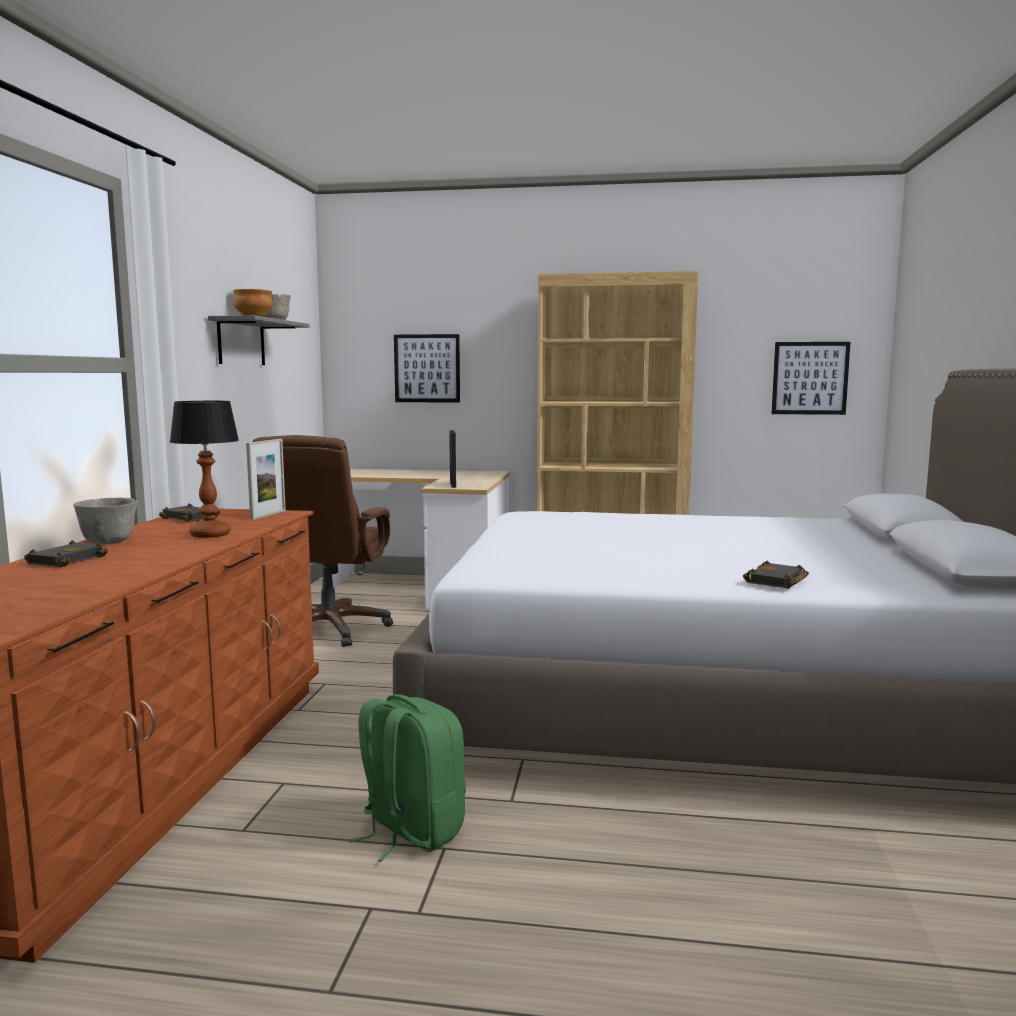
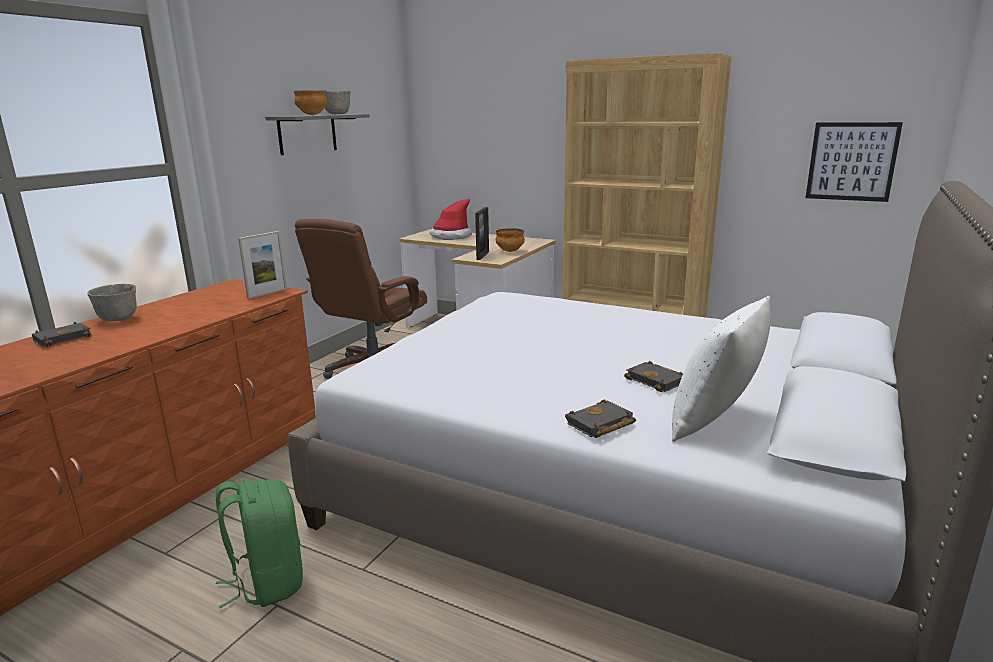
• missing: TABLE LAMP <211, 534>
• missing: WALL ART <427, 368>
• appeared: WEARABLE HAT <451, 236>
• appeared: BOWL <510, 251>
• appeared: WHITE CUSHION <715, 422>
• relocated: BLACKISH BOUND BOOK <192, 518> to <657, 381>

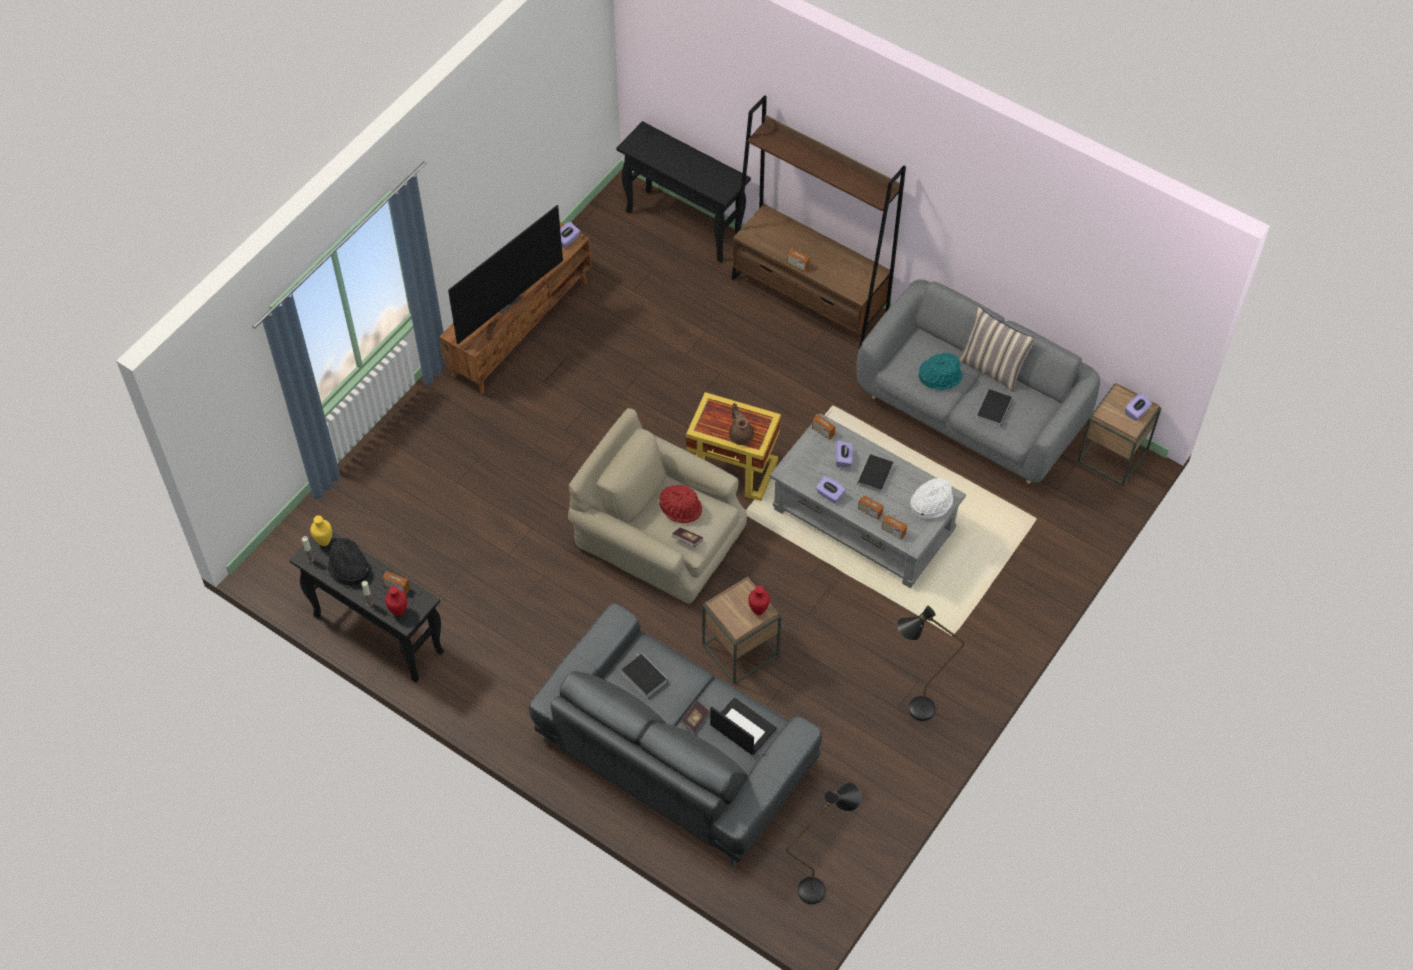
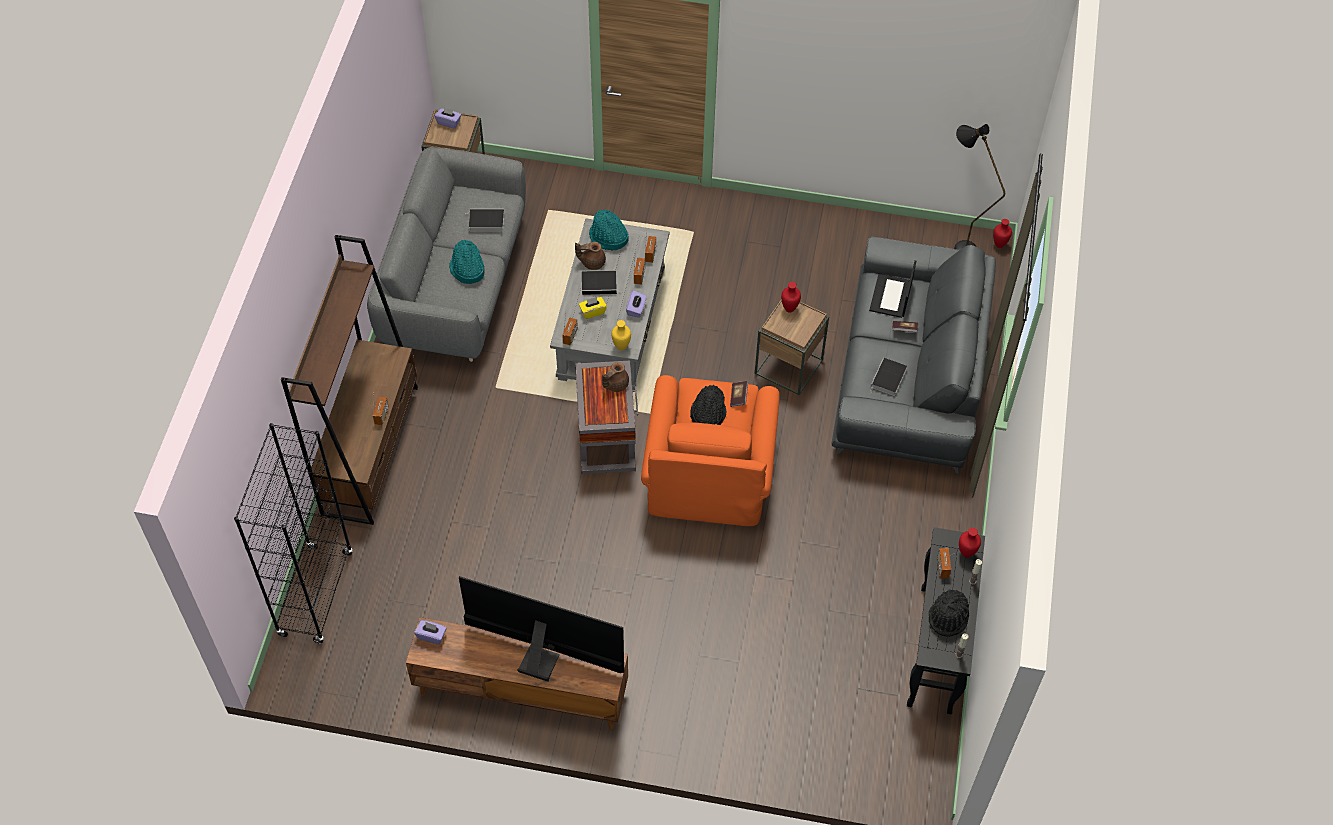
• missing: BLACKISH STANDARD LAMP <912, 712>
• missing: CUSHION <992, 368>
• appeared: BROWN POT FOR TEA <592, 262>
• appeared: RED-COLOURED FLOWER VASE <1000, 245>
• relocated: YELLOW FLOWER VASE <324, 542> to <622, 347>
• exchanged: BLACKISH HALL TABLE <685, 226> to BLACKISH BOOKCASE <316, 594>
• colour: BEIGE LOUNGE CHAIR <659, 538> to ORANGE-COLOURED LOUNGE CHAIR <710, 467>
• colour: RED-COLOURED WEARABLE HAT <681, 508> to BLACKISH WEARABLE HAT <707, 414>
• colour: YELLOW ACCENT TABLE <733, 470> to GREYISH ACCENT TABLE <606, 438>
• colour: PURPLE-COLOURED TISSUE HOLDER <843, 459> to YELLOW TISSUE HOLDER <592, 311>
• colour: WHITE WEARABLE HAT <930, 503> to TURQUOISE-COLOURED WEARABLE HAT <608, 238>

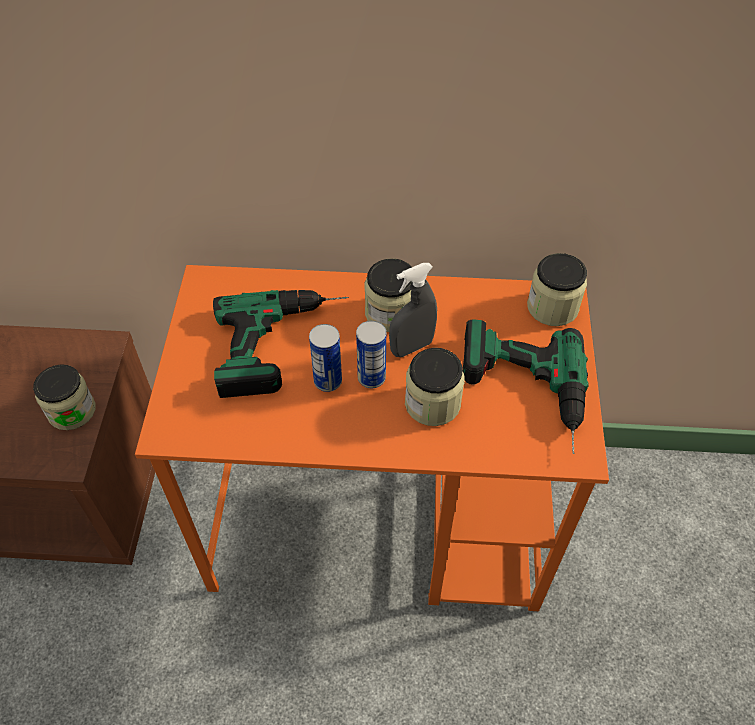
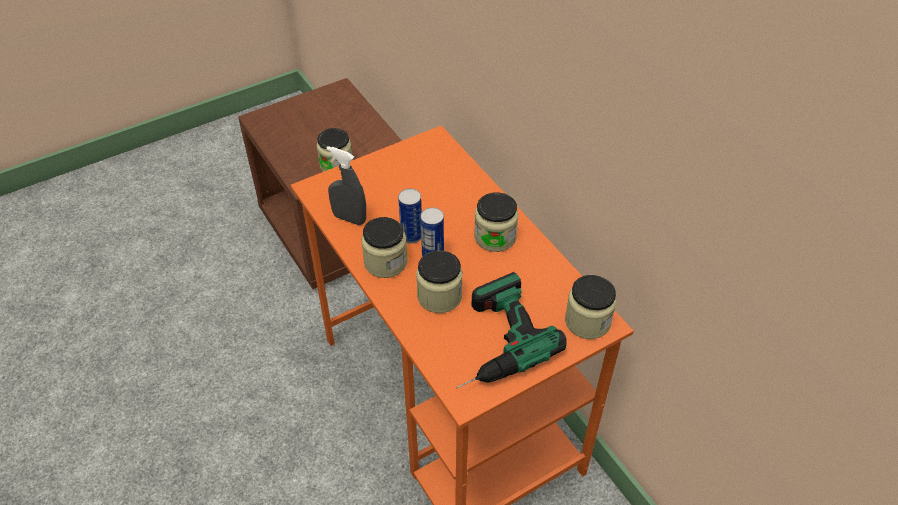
• missing: POWER DRILL <284, 344>
• appeared: PRESERVE JAR <385, 262>
• relocated: GREYISH SPRAYER <411, 347> to <349, 218>

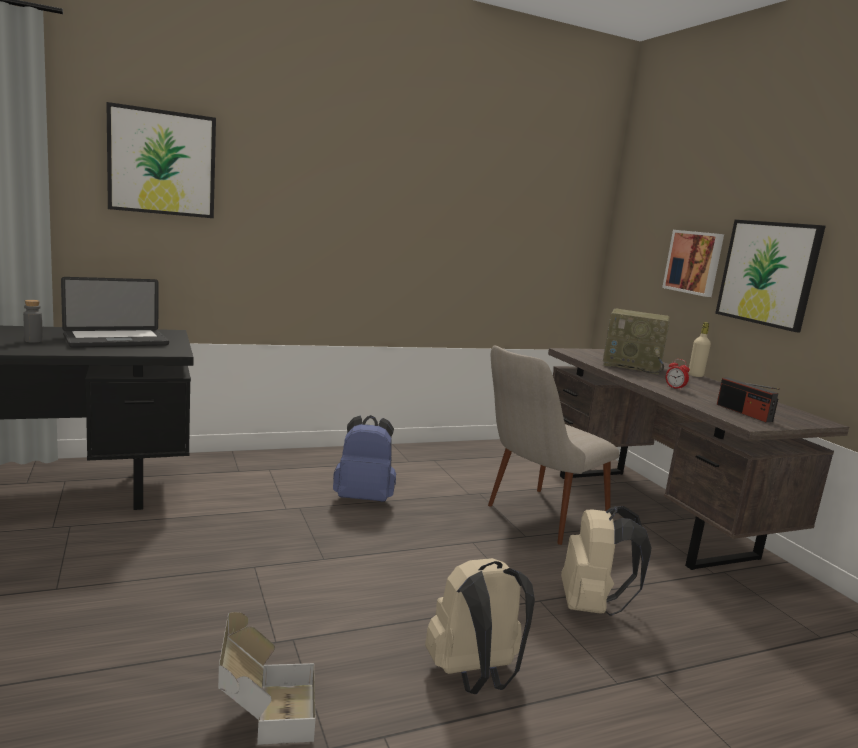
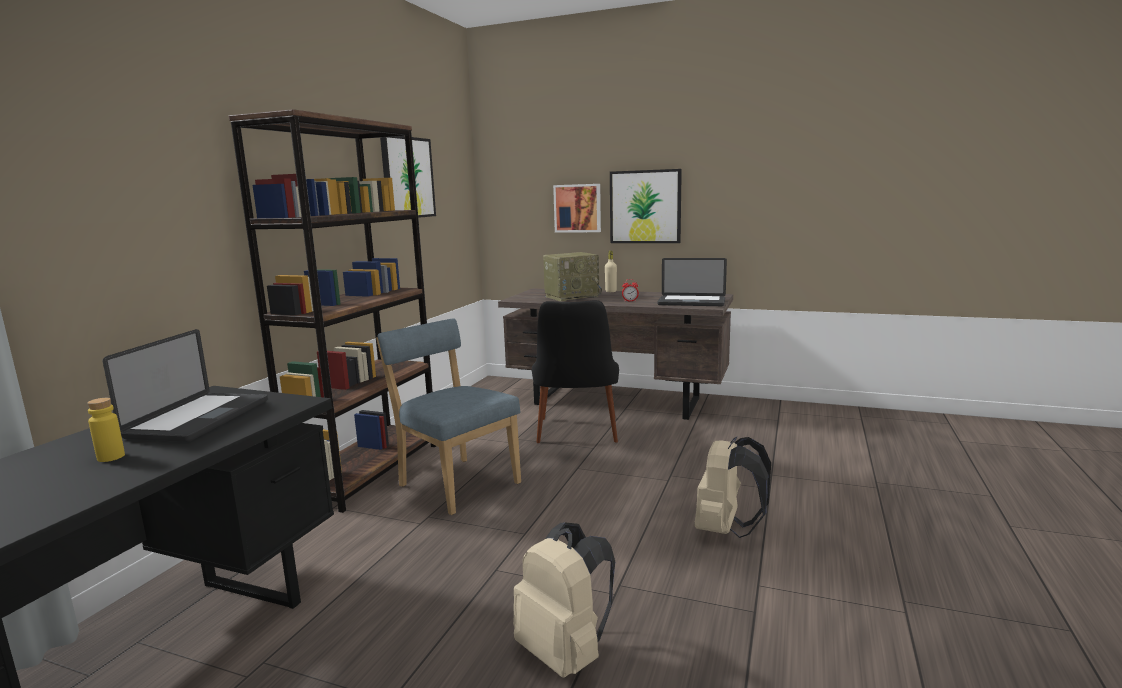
• missing: CARTON <264, 713>
• appeared: BROWN BOOKCASE <368, 471>
• relocated: WALL ART <162, 163> to <407, 178>
• relocated: BEIGE BACKPACK <591, 606> to <565, 653>
• exchanged: BLUISH BACKPACK <364, 498> to BLUISH CHAIR <455, 483>
• exchanged: RADIO <744, 413> to LAPTOP <691, 302>
• colour: GREYISH BEVERAGE BOTTLE <33, 340> to YELLOW BEVERAGE BOTTLE <111, 457>
• colour: BEIGE CHAIR <534, 519> to BLACKISH CHAIR <577, 436>

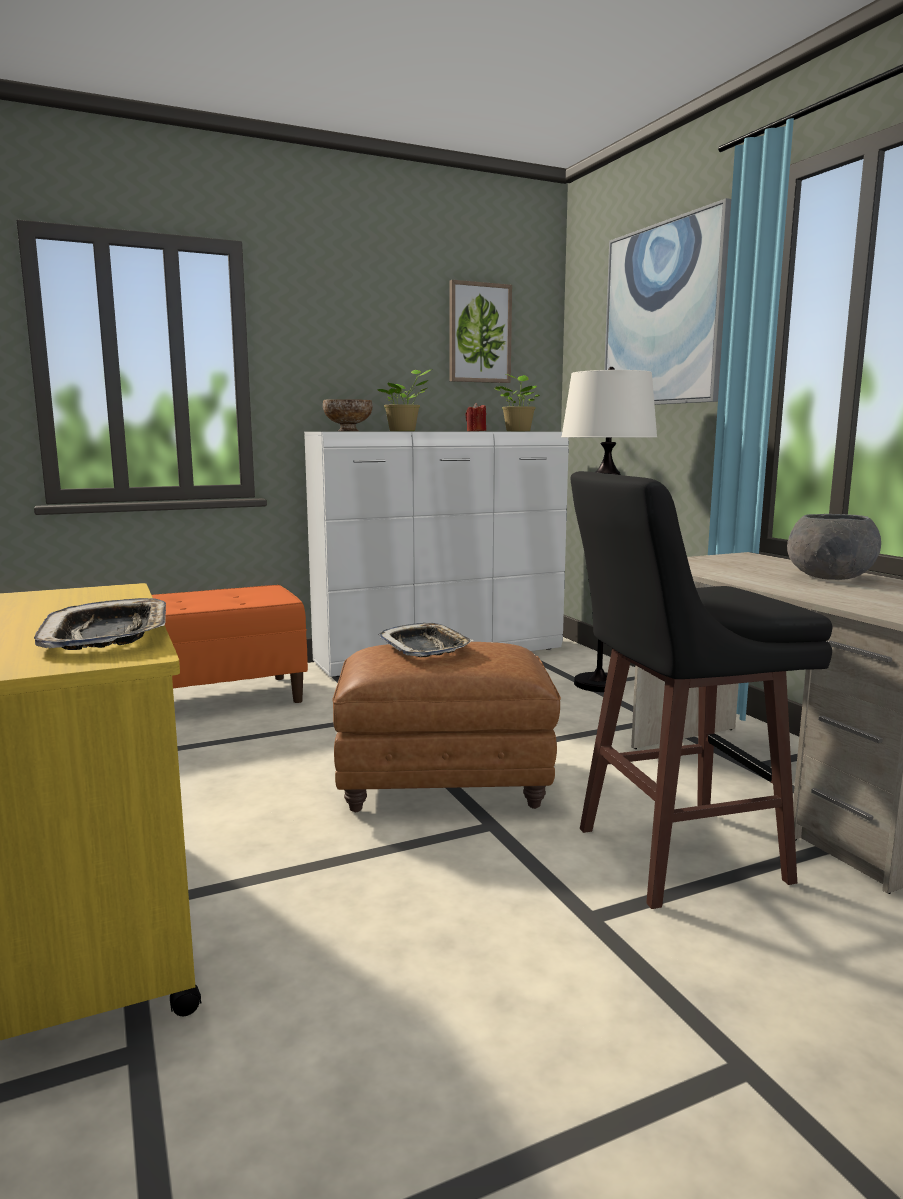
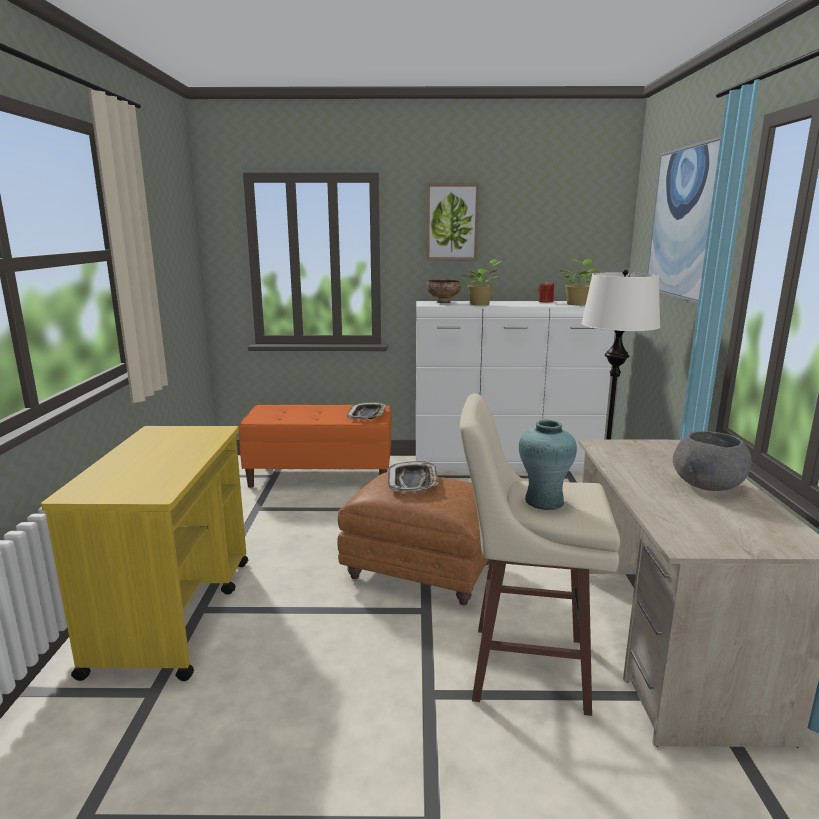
• appeared: TURQUOISE-COLOURED FLOWER VASE <544, 501>
• relocated: SERVING TRAY <108, 635> to <367, 414>
• relocated: WALL ART <479, 333> to <452, 222>
• colour: BLACKISH STOOL SEAT <673, 855> to BEIGE STOOL SEAT <524, 667>

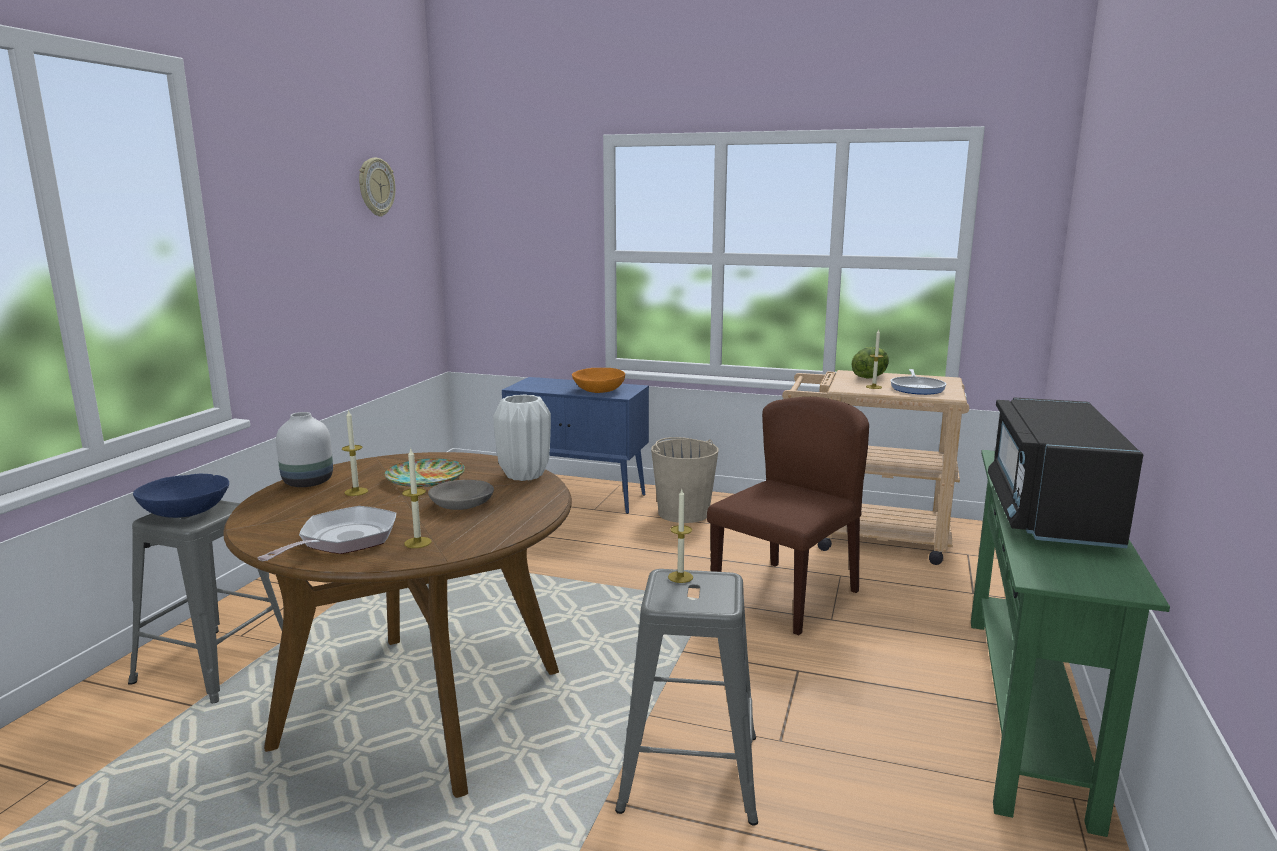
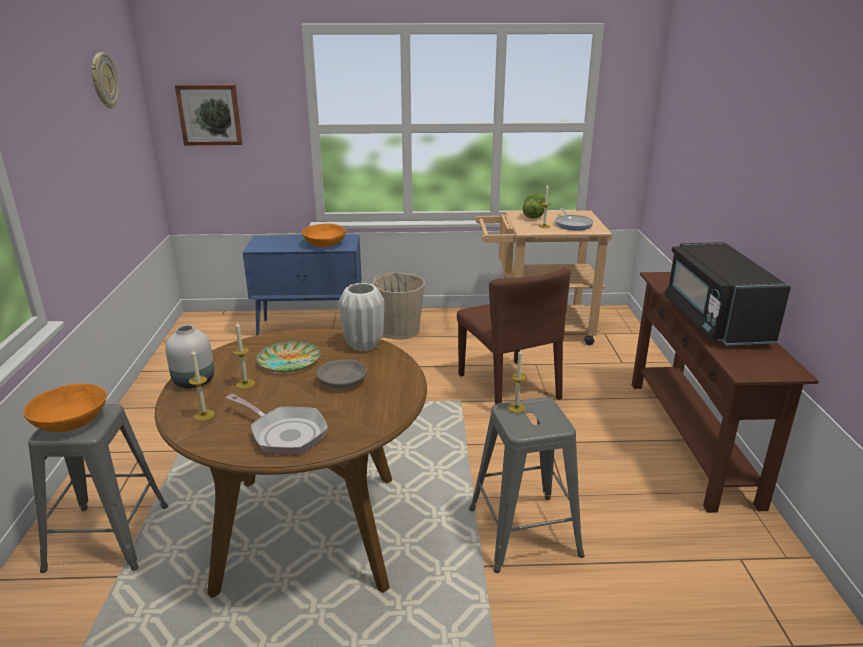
• appeared: WALL ART <210, 115>
• relocated: WAX CANDLE <418, 542> to <204, 415>
• colour: BLUISH BOWL <186, 511> to ORANGE-COLOURED BOWL <71, 421>
• colour: GREENISH HALL TABLE <1027, 708> to BROWN HALL TABLE <691, 439>
• spun: SKILLET <343, 540> = <284, 433> 120 degrees clockwise
• spun: BROWN CHAIR <785, 595> = <509, 387> 135 degrees clockwise

